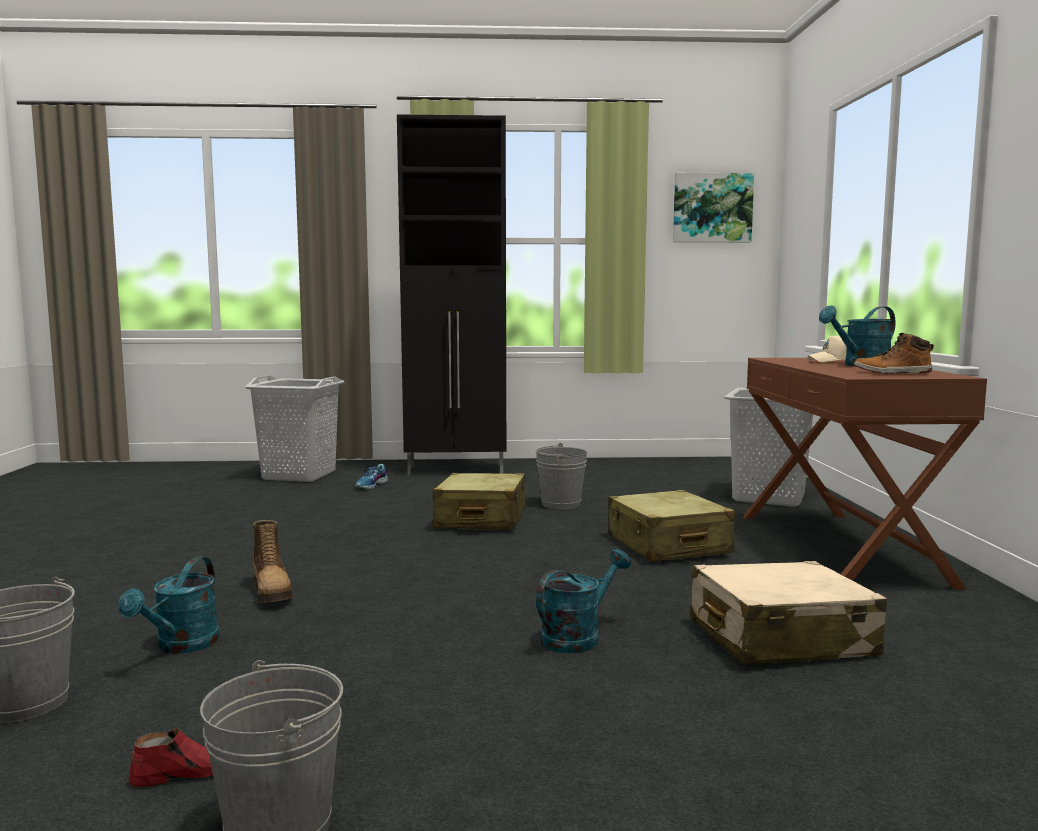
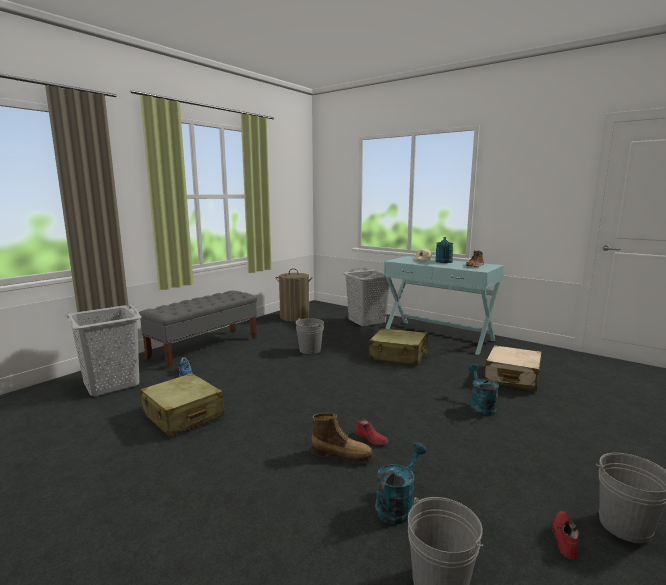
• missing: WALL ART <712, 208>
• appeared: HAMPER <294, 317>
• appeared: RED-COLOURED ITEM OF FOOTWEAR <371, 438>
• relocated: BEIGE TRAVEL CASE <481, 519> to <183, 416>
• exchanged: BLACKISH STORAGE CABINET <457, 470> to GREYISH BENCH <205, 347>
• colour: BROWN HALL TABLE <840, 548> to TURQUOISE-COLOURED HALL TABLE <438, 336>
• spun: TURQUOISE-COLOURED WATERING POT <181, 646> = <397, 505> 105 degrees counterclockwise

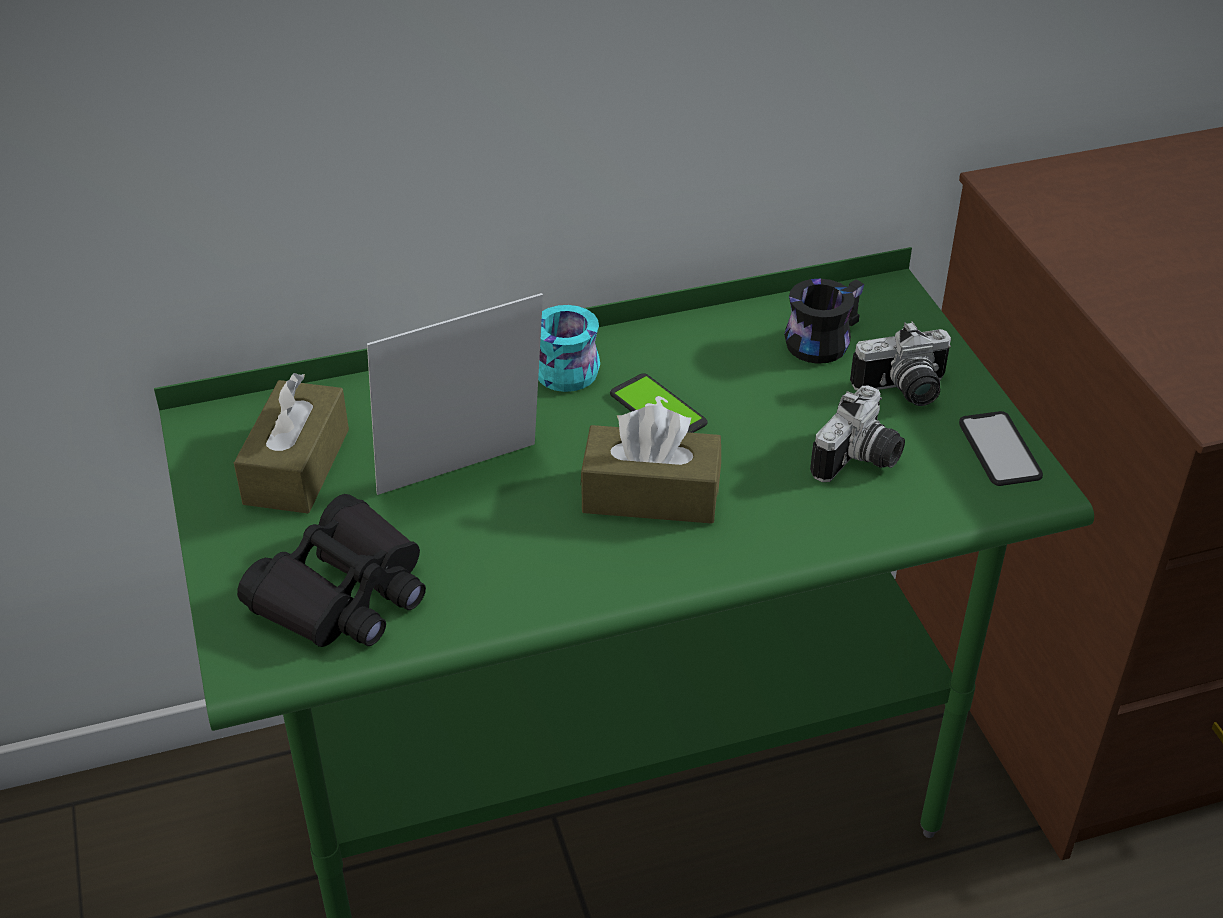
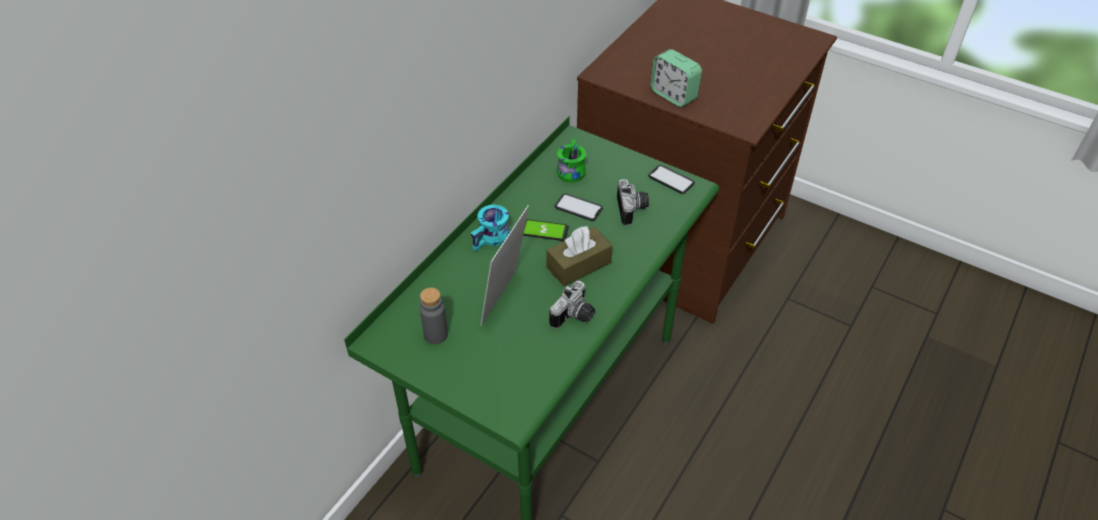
• missing: BLACKISH BINOCULARS <343, 594>
• appeared: PHONE <578, 208>
• appeared: BEDSIDE CLOCK <673, 95>
• relocated: PHOTO CAMERA <904, 392> to <575, 317>
• exchanged: BROWN TISSUE HOLDER <297, 466> to GREYISH BEVERAGE BOTTLE <436, 335>
• colour: BLACKISH COFFEE MUG <819, 338> to GREENISH COFFEE MUG <569, 170>

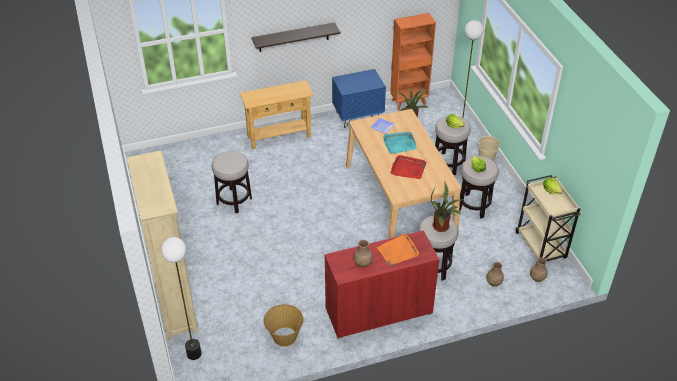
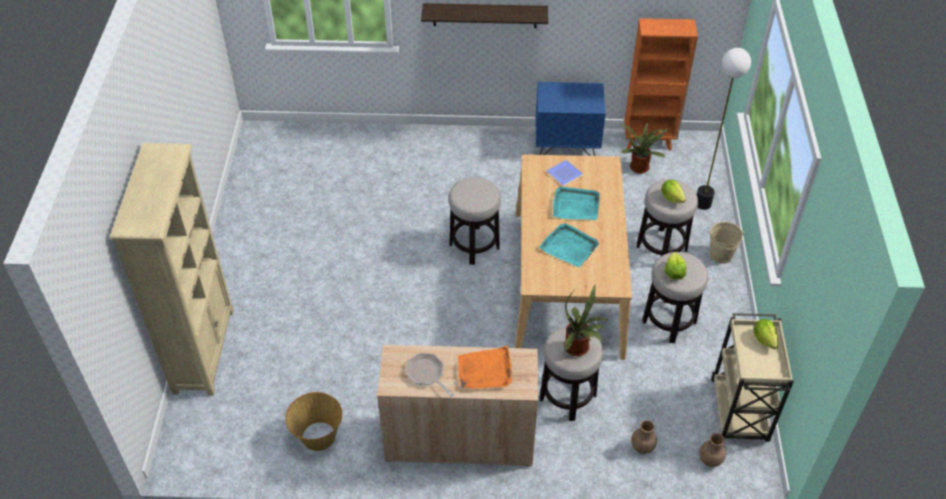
• missing: STANDARD LAMP <194, 354>
• missing: BEIGE HALL TABLE <279, 136>
• relocated: STOOL SEAT <234, 201> to <474, 245>
• exchanged: BROWN FLOWER VASE <363, 263> to SKILLET <427, 374>
• colour: RED-COLOURED STORAGE CABINET <378, 311> to BEIGE STORAGE CABINET <459, 439>
• colour: RED-COLOURED SERVING TRAY <408, 168> to TURQUOISE-COLOURED SERVING TRAY <569, 247>

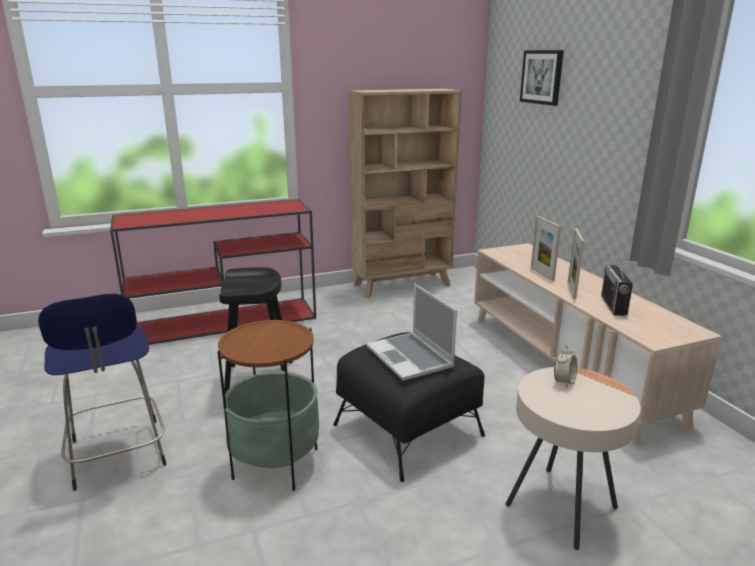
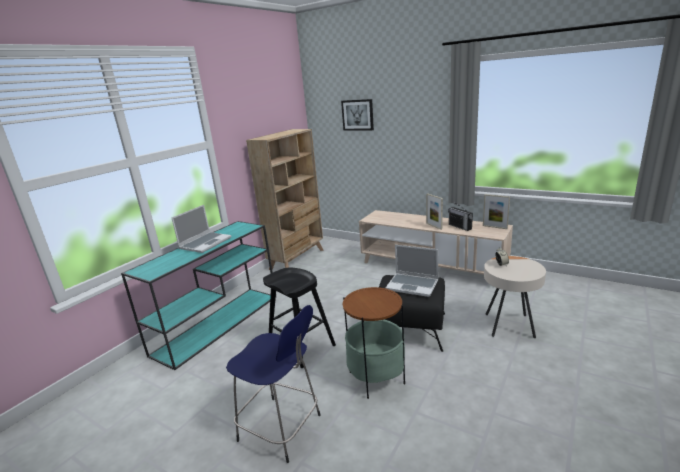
• appeared: LAPTOP <205, 243>
• relocated: PHOTO FRAME <542, 273> to <495, 227>
• colour: RED-COLOURED HALL TABLE <226, 321> to TURQUOISE-COLOURED HALL TABLE <219, 323>

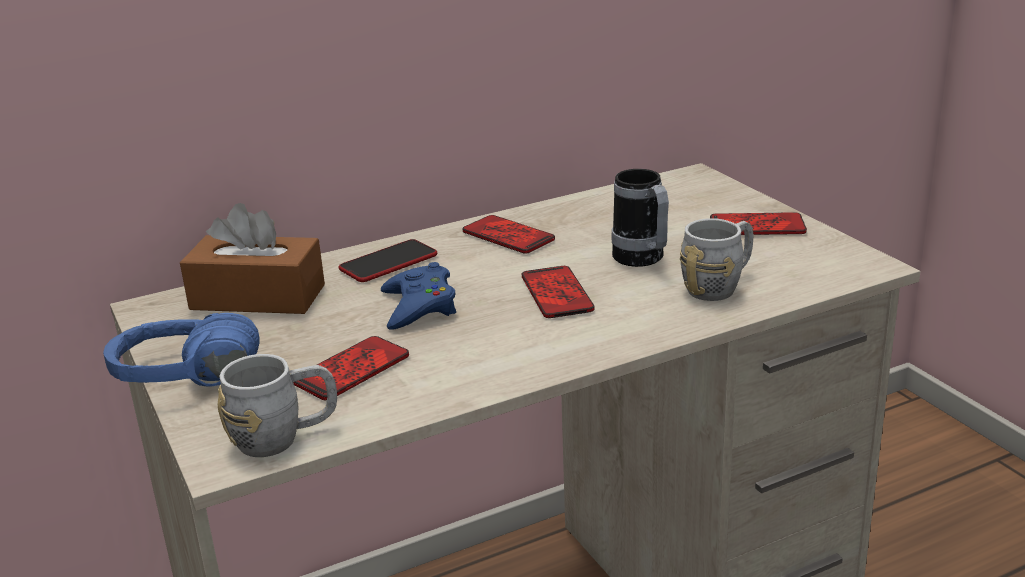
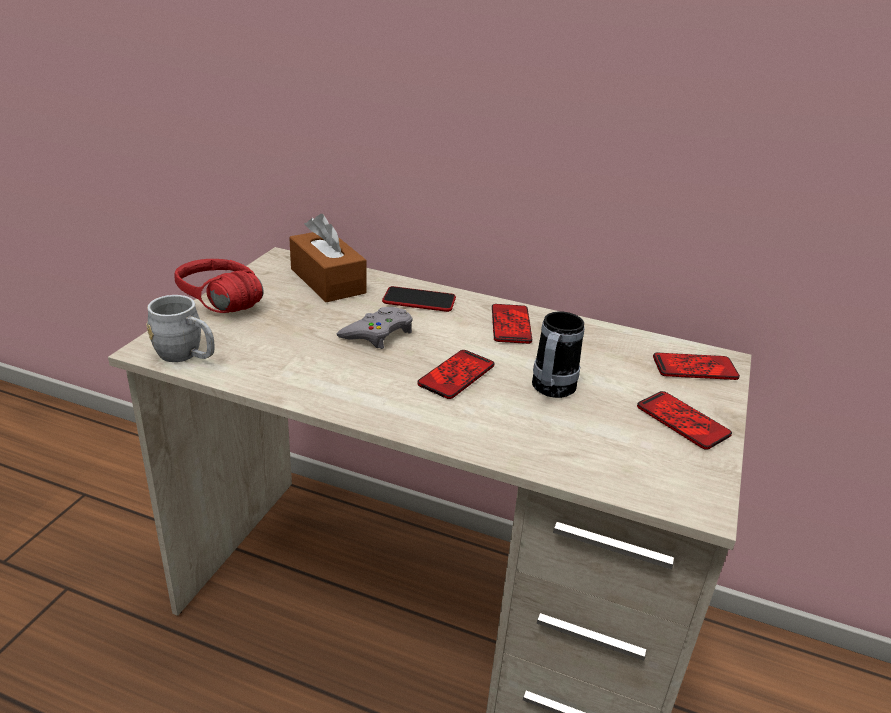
• missing: GREYISH COFFEE MUG <720, 286>
• relocated: PHONE <351, 370> to <694, 368>
• colour: BLUISH PAIR OF HEADPHONES <184, 388> to RED-COLOURED PAIR OF HEADPHONES <209, 305>
• colour: BLUISH GAME CONTROLLER <419, 306> to GREYISH GAME CONTROLLER <378, 333>

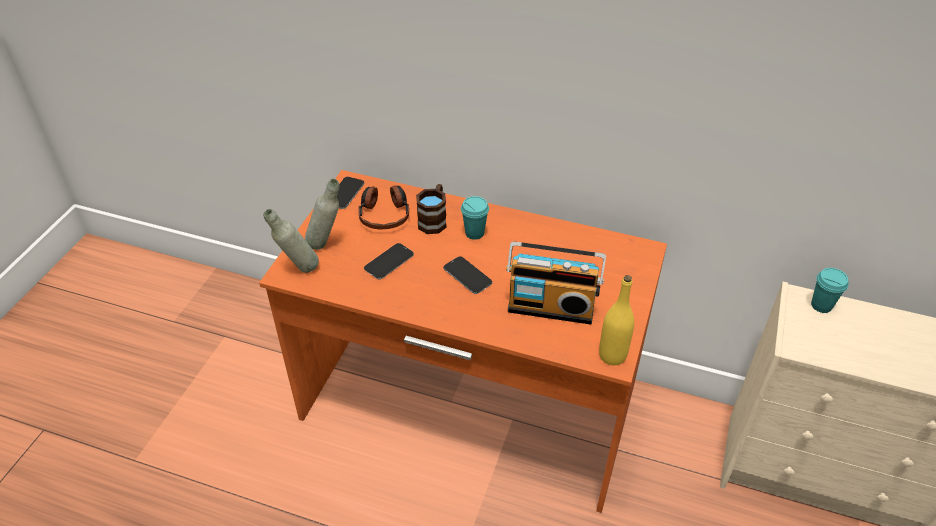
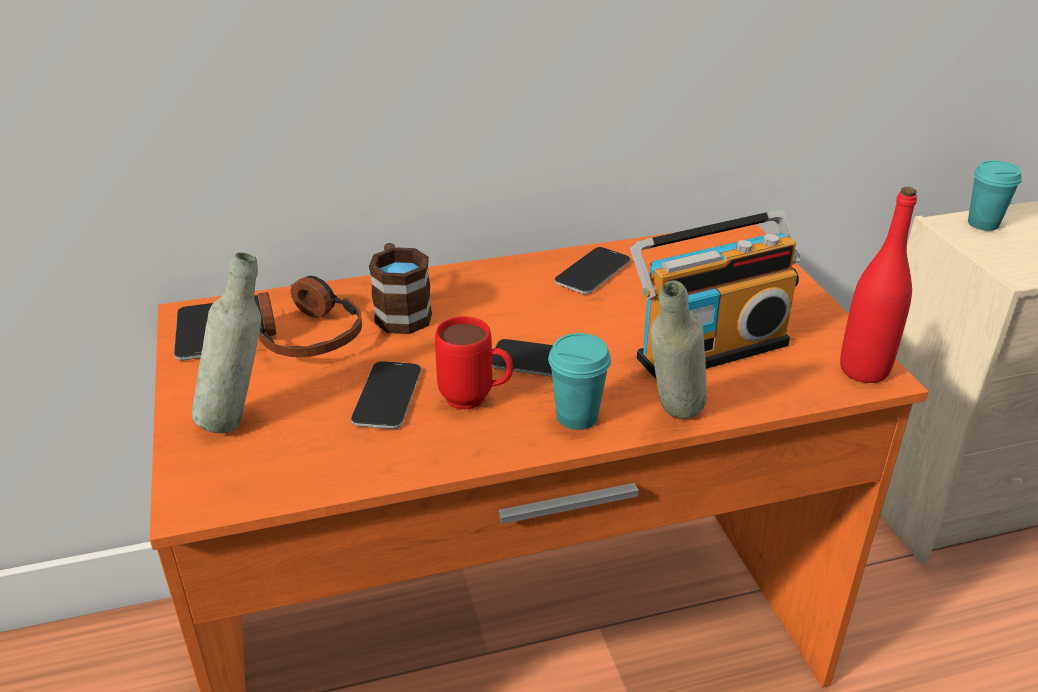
• appeared: RED-COLOURED COFFEE MUG <476, 401>
• appeared: PHONE <592, 272>
• relocated: GREYISH BEVERAGE BOTTLE <298, 270> to <672, 421>
• relocated: TURQUOISE-COLOURED CUP <474, 233> to <577, 417>
• colour: YELLOW BEVERAGE BOTTLE <612, 355> to RED-COLOURED BEVERAGE BOTTLE <864, 370>

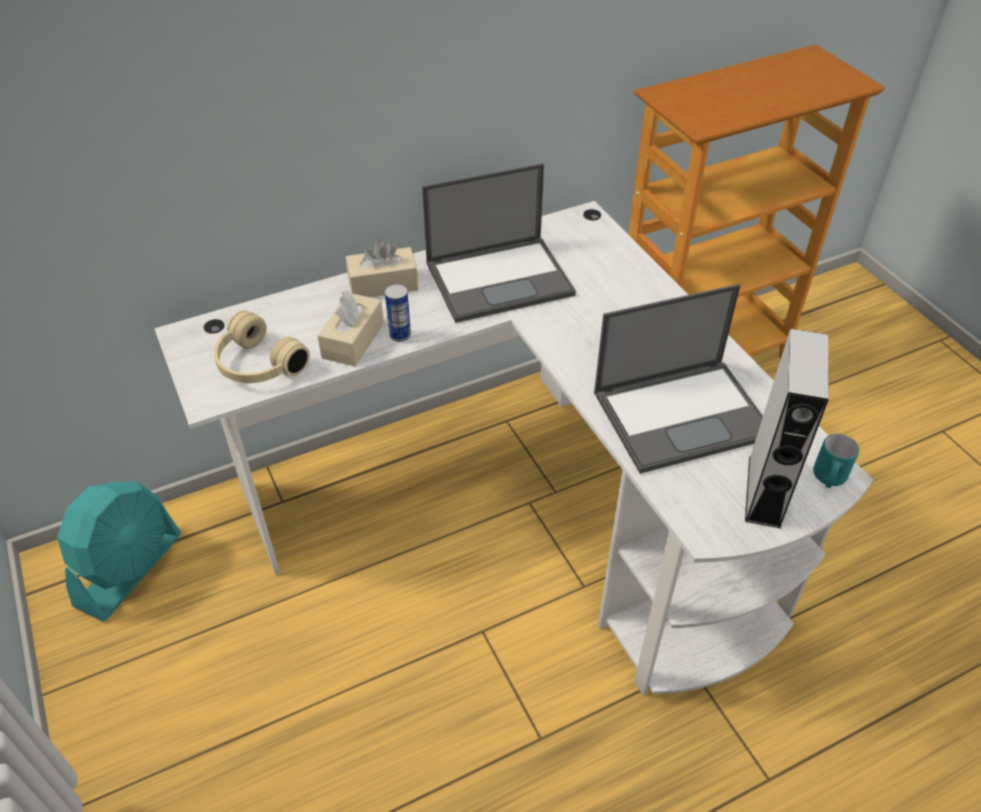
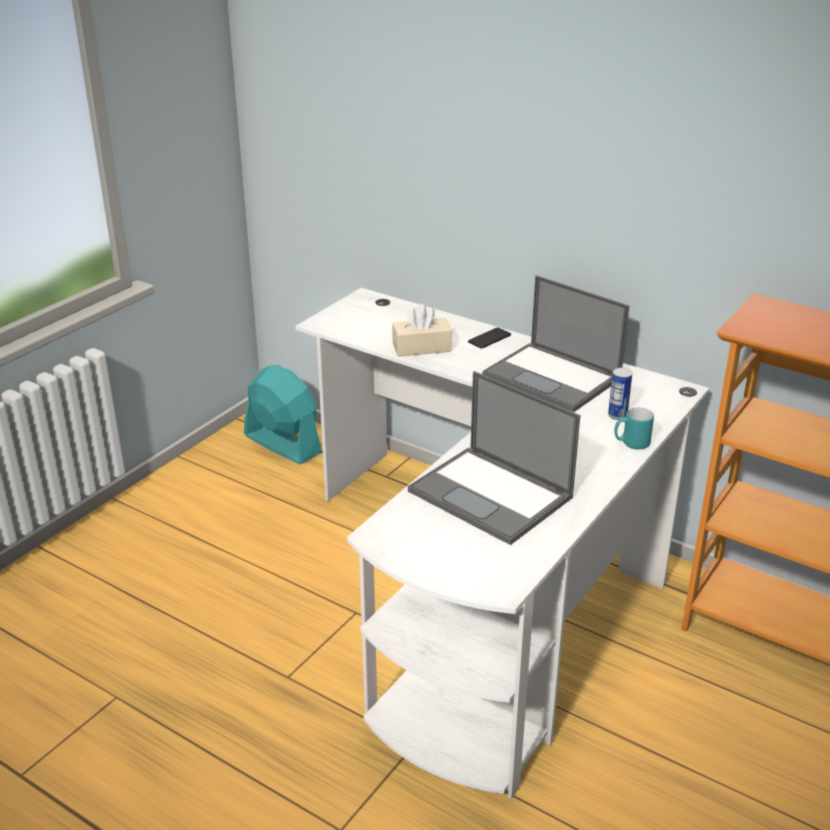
• missing: BEIGE PAIR OF HEADPHONES <256, 365>
• missing: GREYISH SPEAKER <764, 491>
• relocated: SEALED CAN <400, 335> to <617, 415>
• relocated: TURQUOISE-COLOURED COFFEE MUG <828, 479> to <631, 444>
• exchanged: BEIGE TISSUE HOLDER <383, 284> to PHONE <489, 338>
• spun: TURQUOISE-COLOURED FAN <130, 569> = <282, 444> 135 degrees counterclockwise

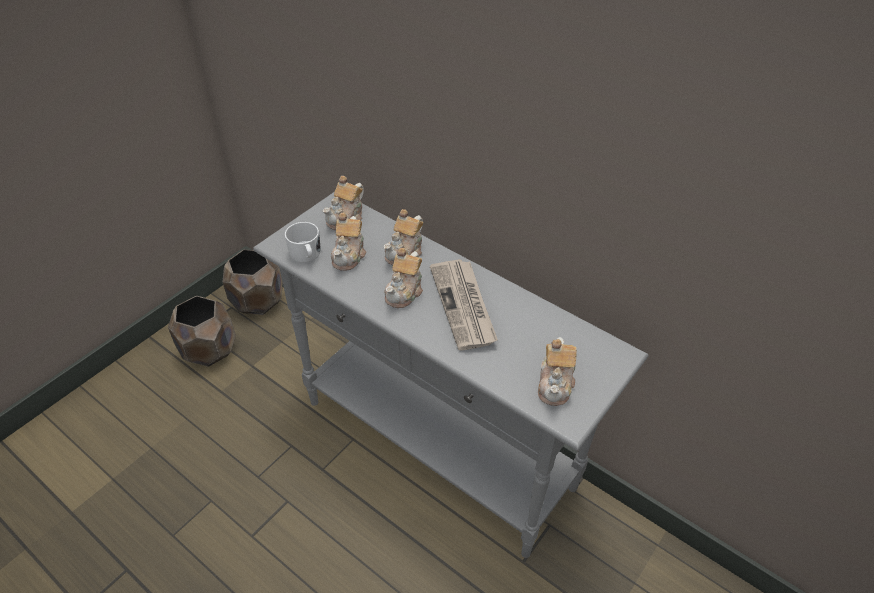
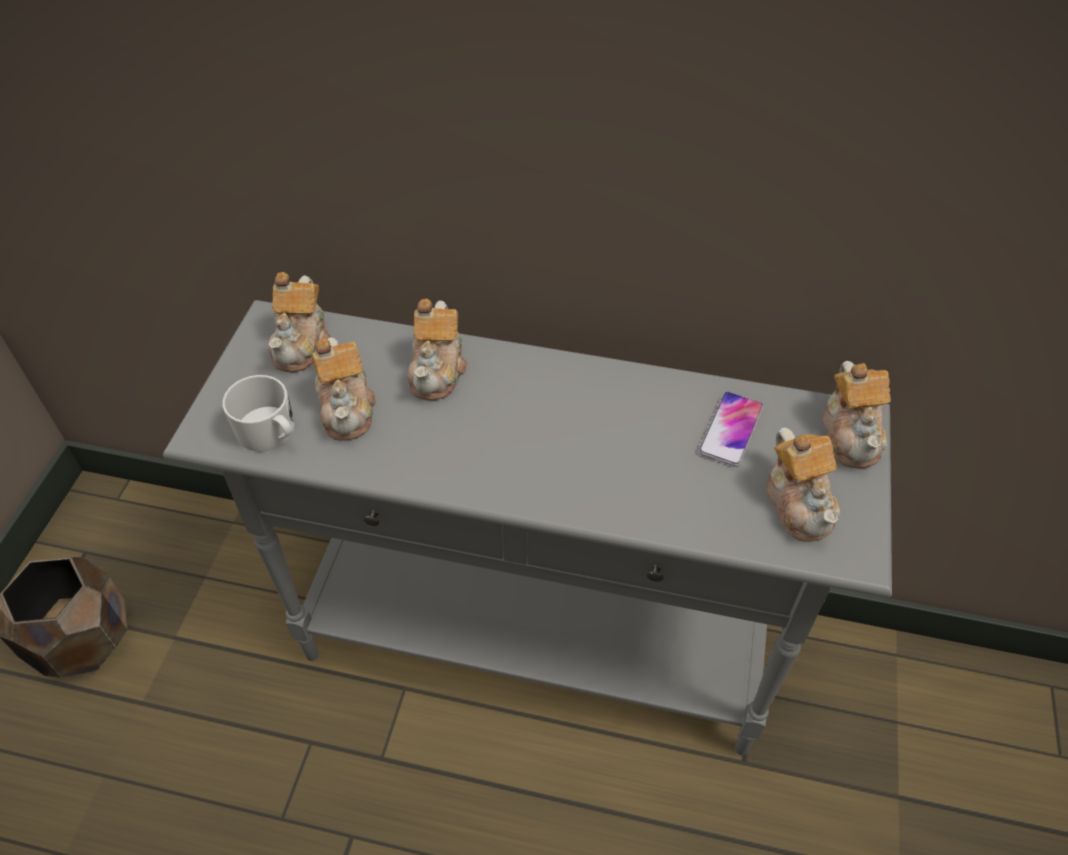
• missing: BROWN PLANT POT <258, 301>
• missing: PRINTED PAPER <464, 305>
• appeared: PHONE <731, 430>
• relocated: POT FOR TEA <405, 291> to <851, 434>

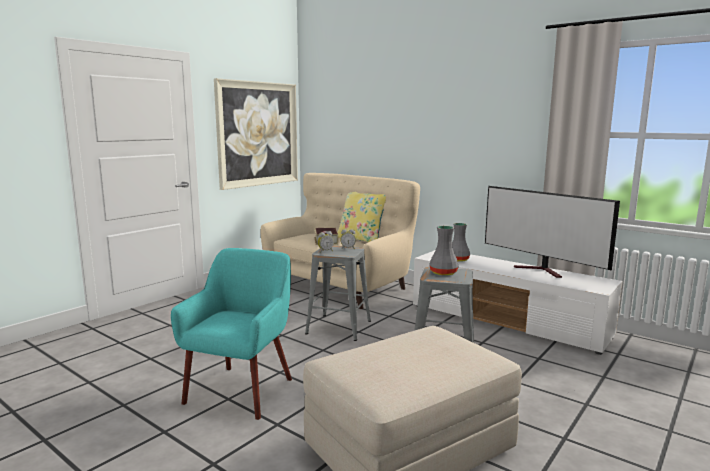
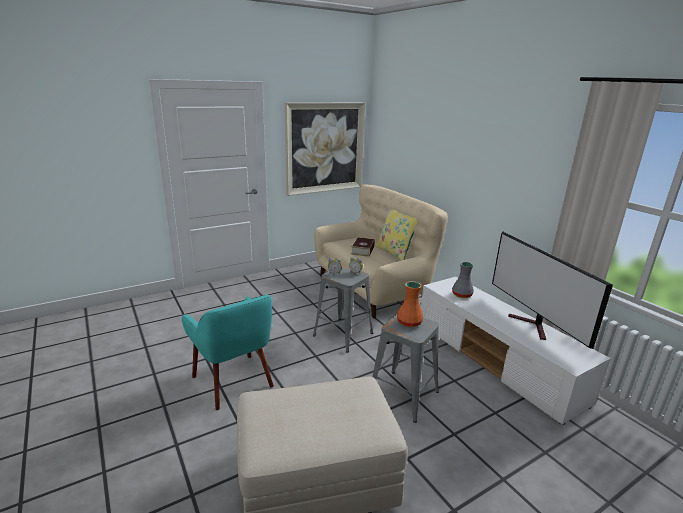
• colour: GREYISH FLOWER VASE <444, 273> to ORANGE-COLOURED FLOWER VASE <410, 322>
• spun: TURQUOISE-COLOURED LOUNGE CHAIR <241, 390> = <234, 381> 105 degrees clockwise

